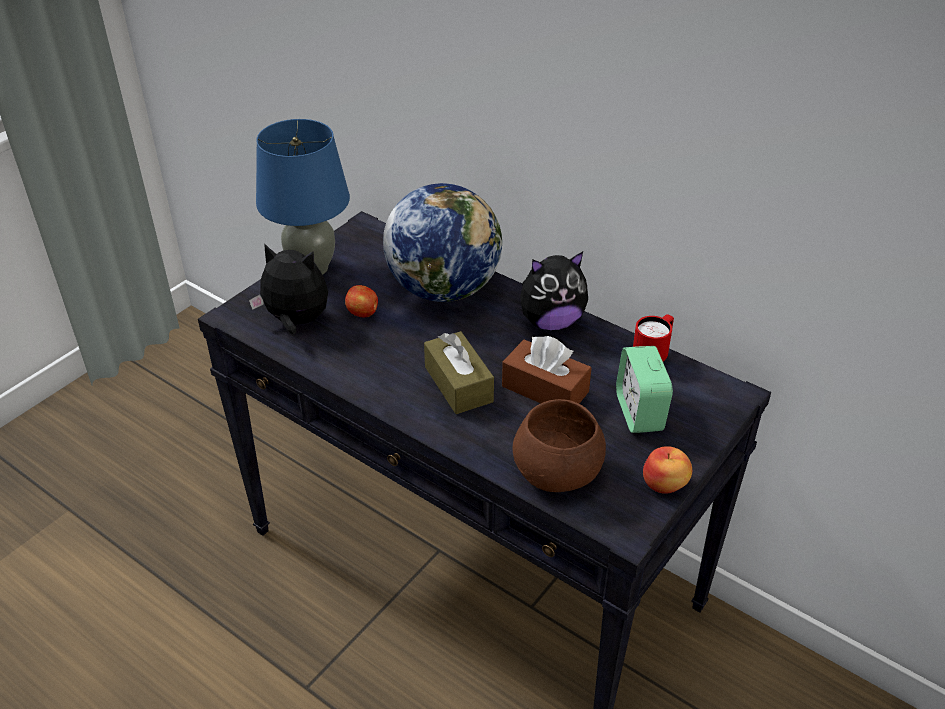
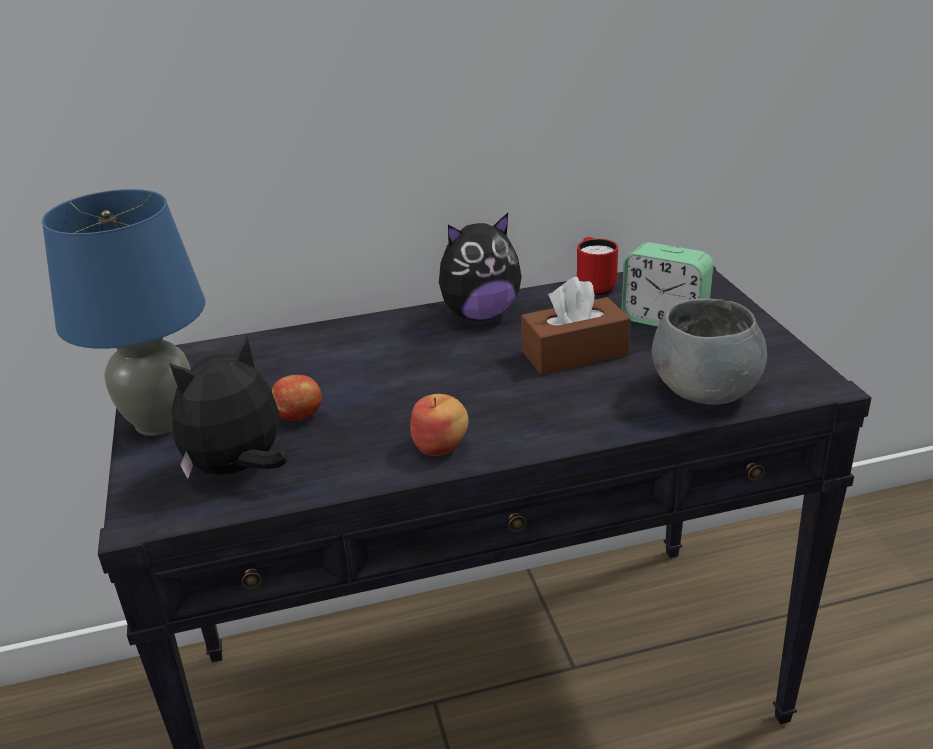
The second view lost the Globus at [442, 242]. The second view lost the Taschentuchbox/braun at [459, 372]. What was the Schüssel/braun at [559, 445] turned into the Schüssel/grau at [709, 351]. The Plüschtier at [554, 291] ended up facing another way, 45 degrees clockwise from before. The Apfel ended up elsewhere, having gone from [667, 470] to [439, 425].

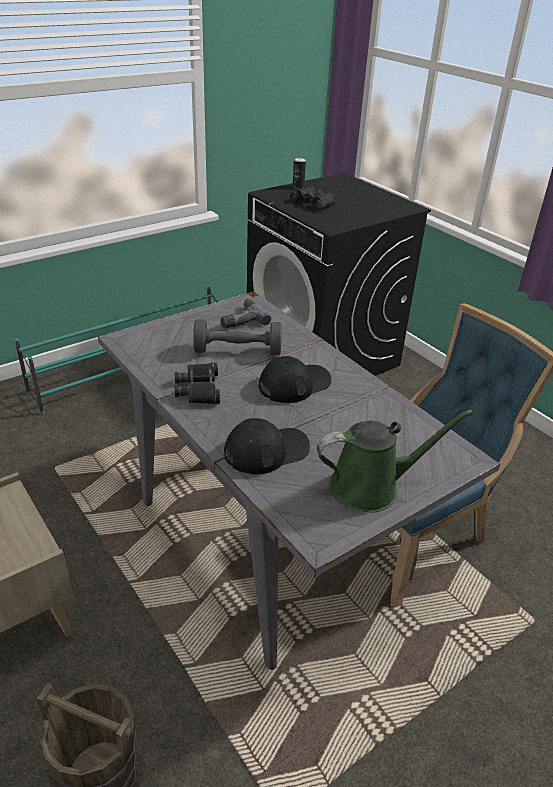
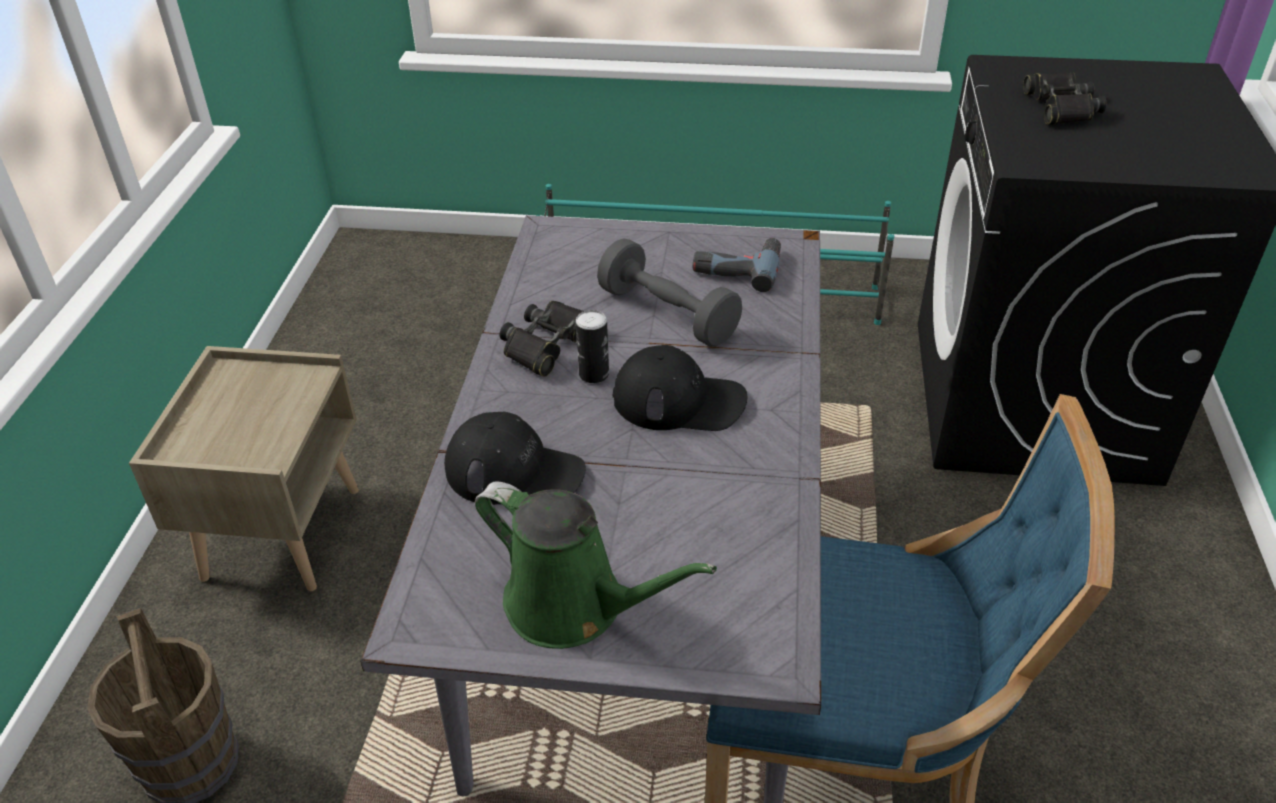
The Dose ended up elsewhere, having gone from [299, 173] to [592, 346].

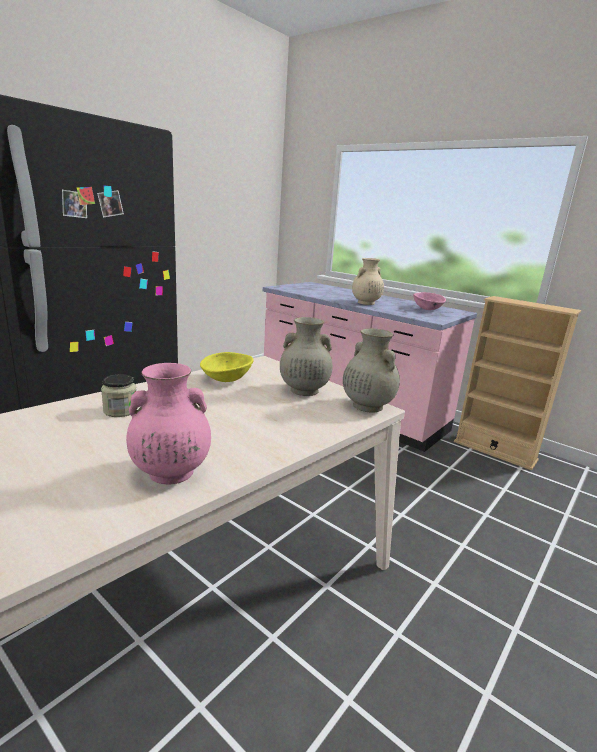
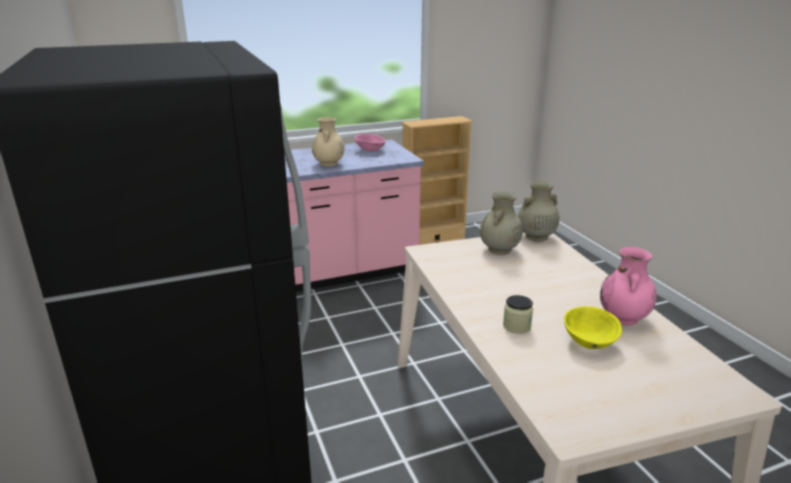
The Schüssel/gelb ended up elsewhere, having gone from [227, 367] to [593, 327].

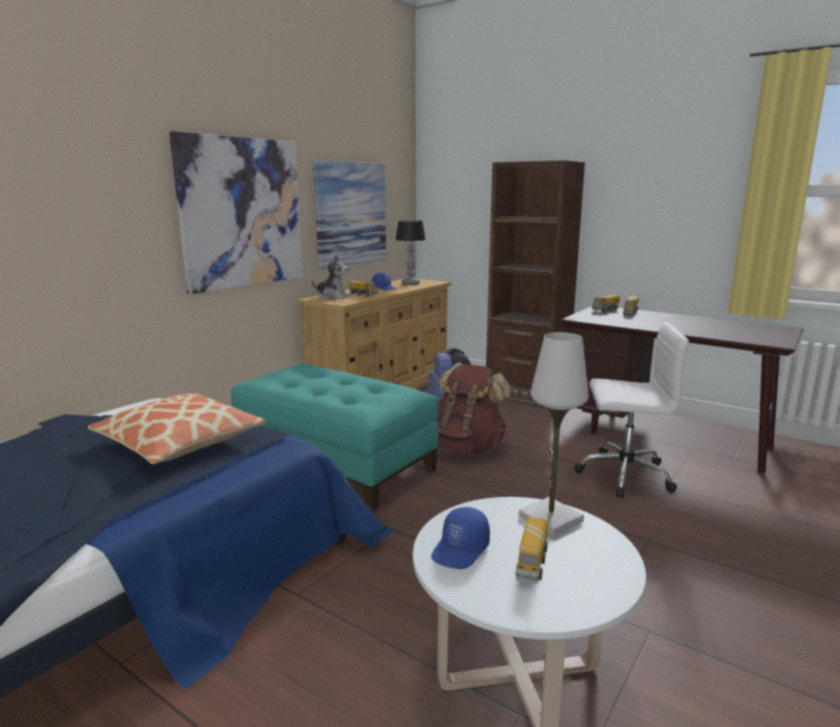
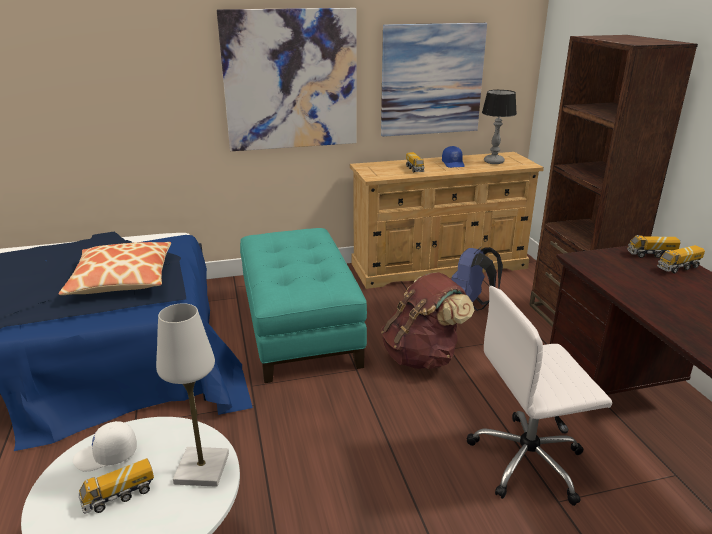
The second view lost the Plüschtier at [331, 277]. What was the Kappe/blau at [460, 538] turned into the Kappe/weiß at [105, 446]. The Bürostuhl/weiß at [631, 410] ended up facing another way, 120 degrees clockwise from before.

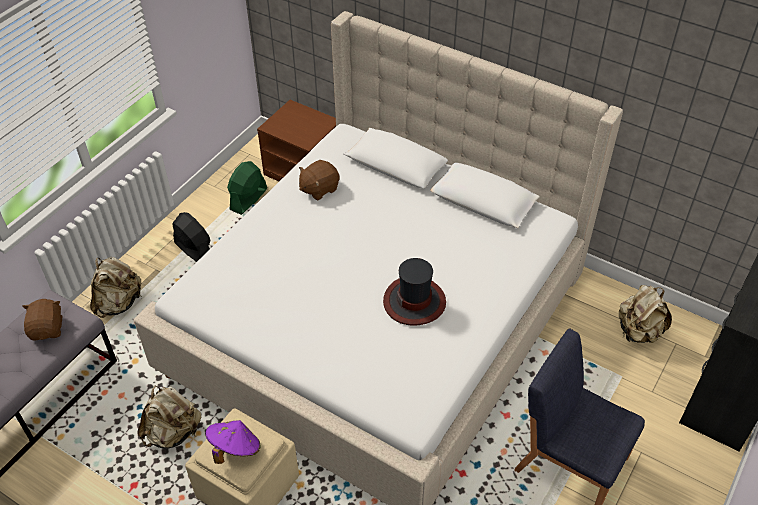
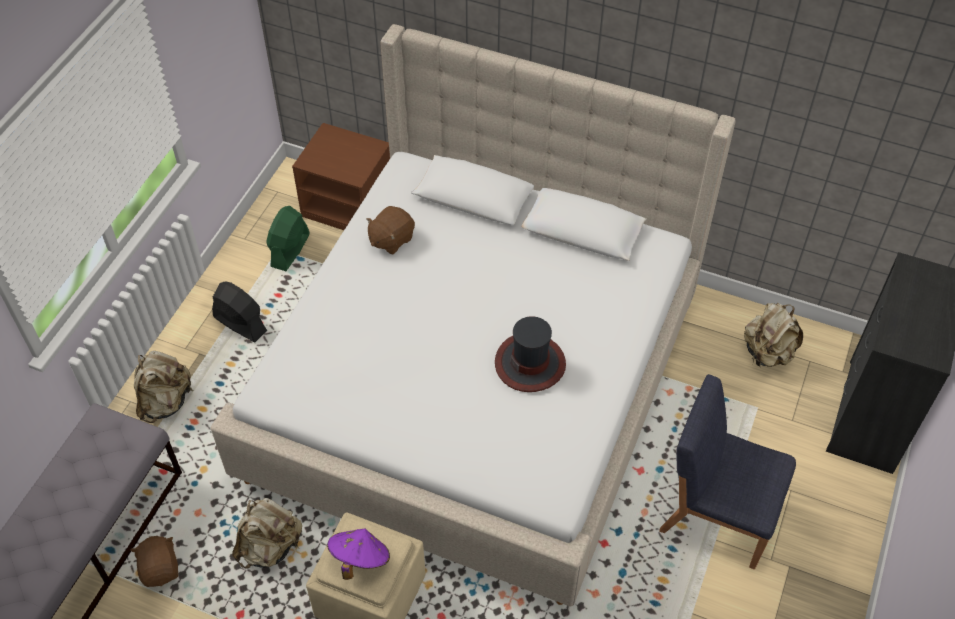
The Plüschtier/braun ended up elsewhere, having gone from [42, 320] to [154, 561].

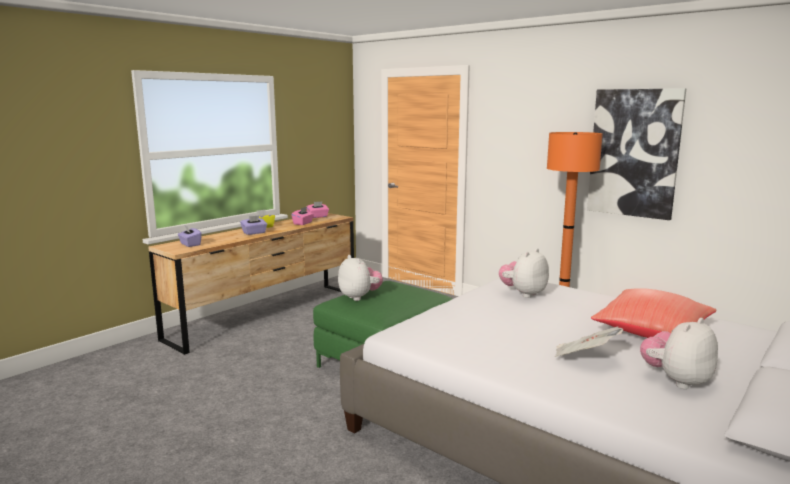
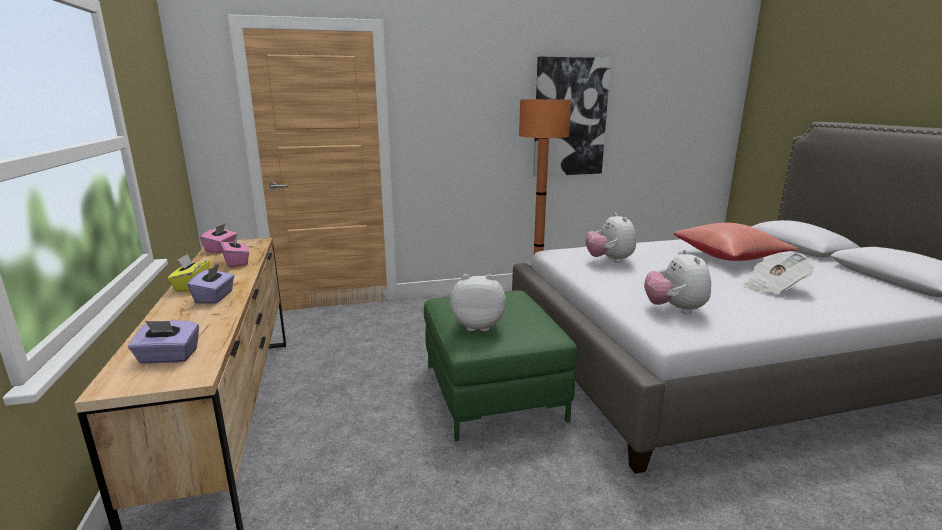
The Plüschtier ended up elsewhere, having gone from [679, 353] to [677, 281].

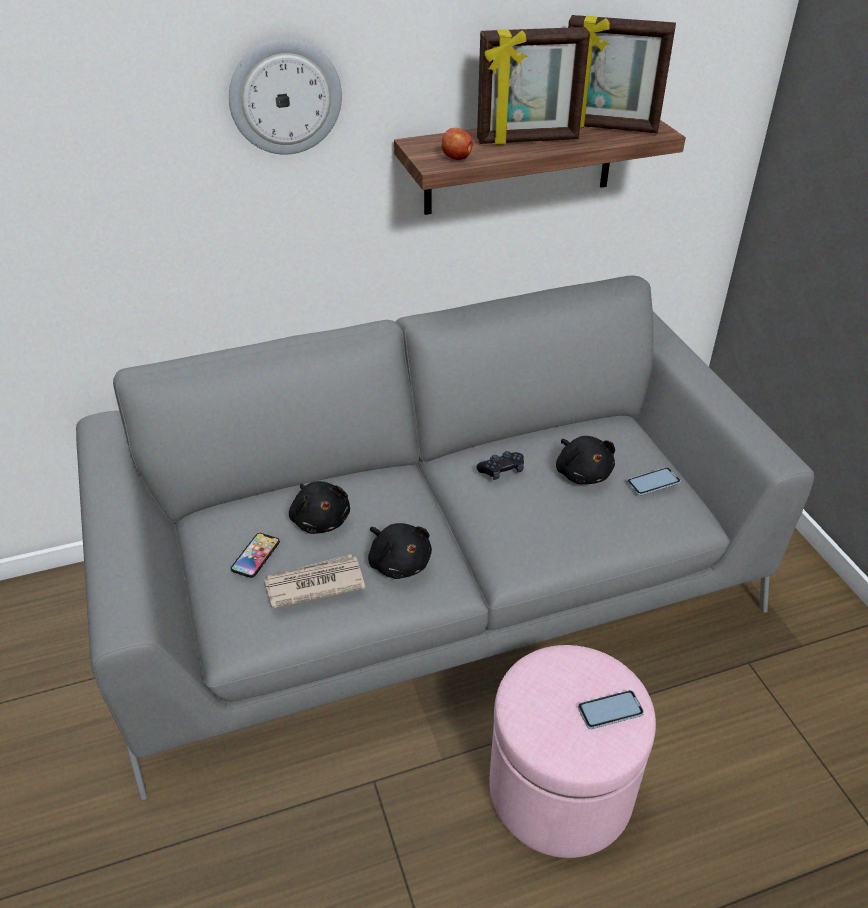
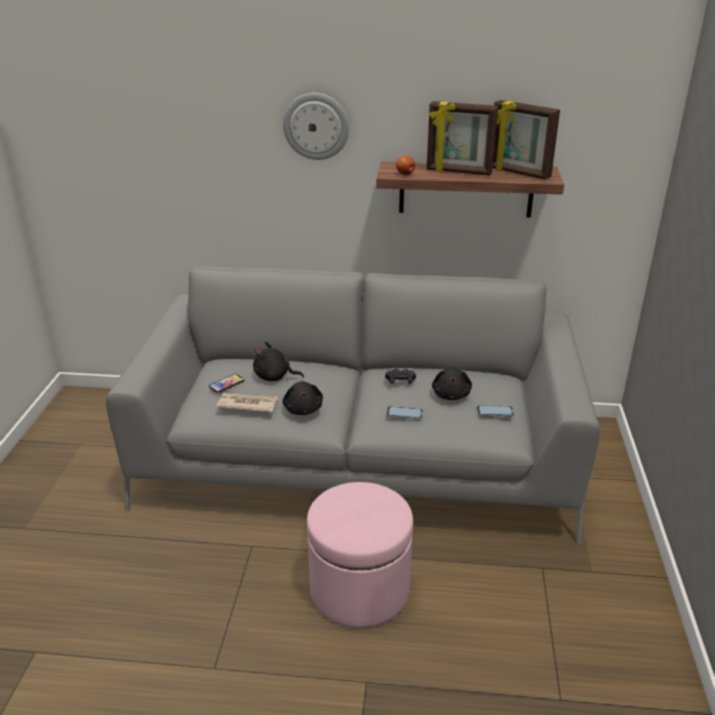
The Plüschtier/schwarz at [319, 507] ended up facing another way, 105 degrees clockwise from before. The Handy ended up elsewhere, having gone from [611, 709] to [404, 413].

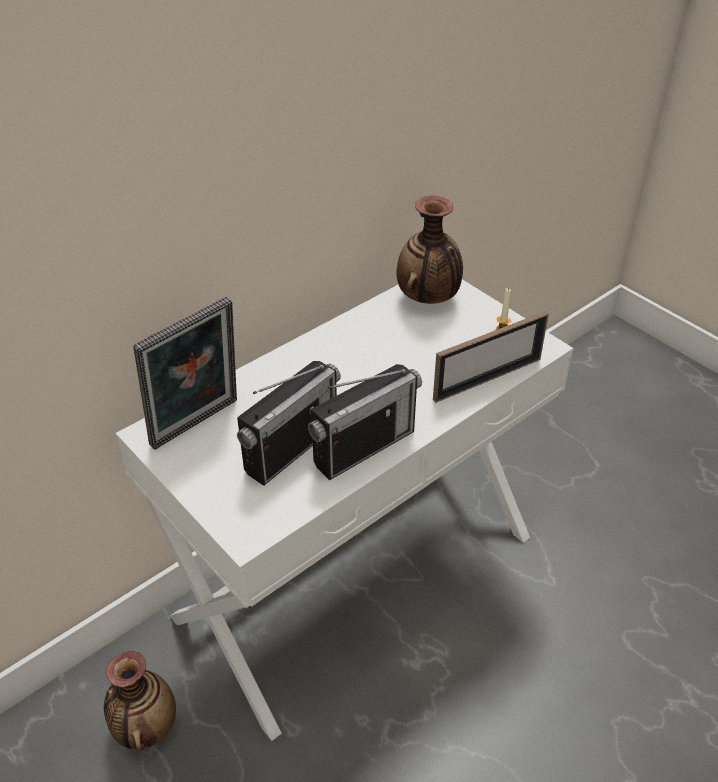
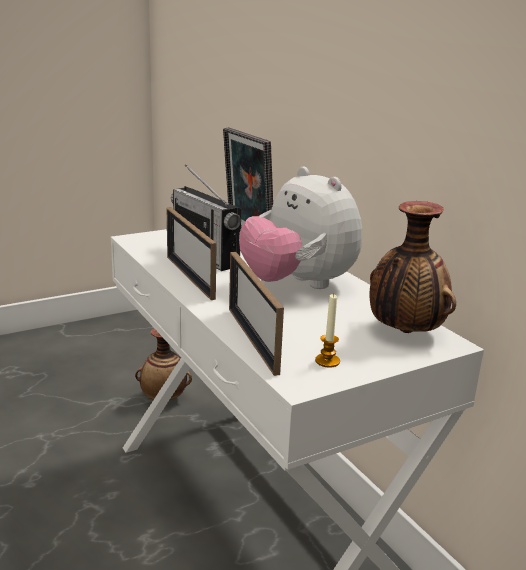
Where the Radio stood at [365, 422], the Bilderrahmen came to stand at [192, 253]. The second view gained the Plüschtier at [300, 228].

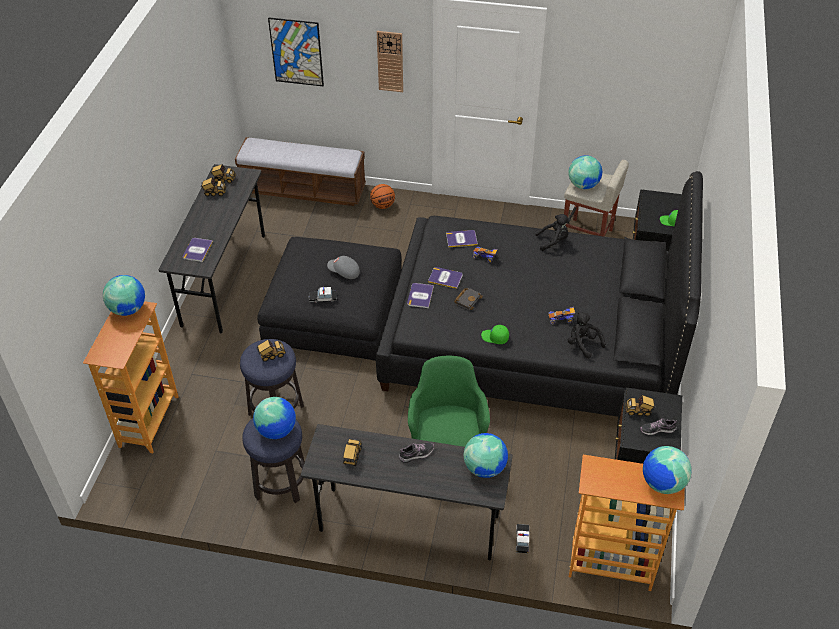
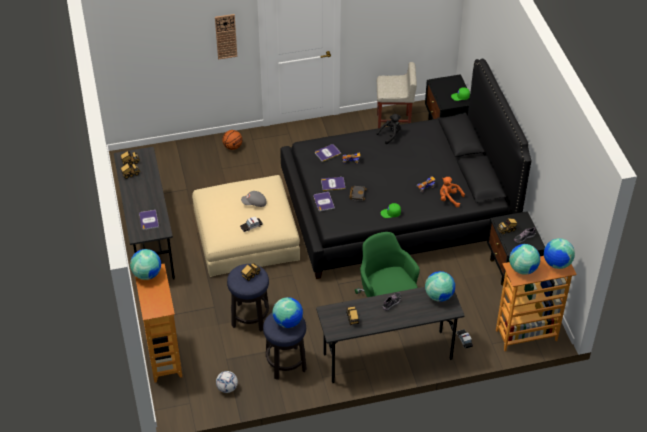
The second view lost the Bank at [300, 171]. What was the Polsterhocker/schwarz at [329, 299] turned into the Polsterhocker/beige at [246, 226]. The second view lost the Bild at [296, 52]. What was the Plüschtier/schwarz at [587, 335] turned into the Plüschtier/orange at [452, 192]. The Globus ended up elsewhere, having gone from [585, 172] to [524, 259]. The second view gained the Fußball at [227, 382].

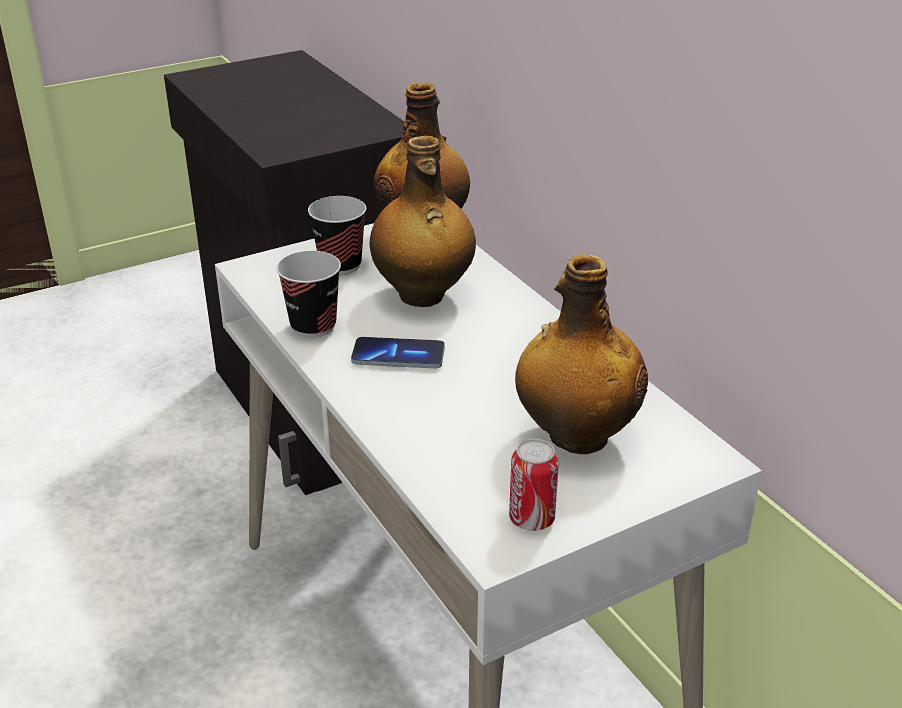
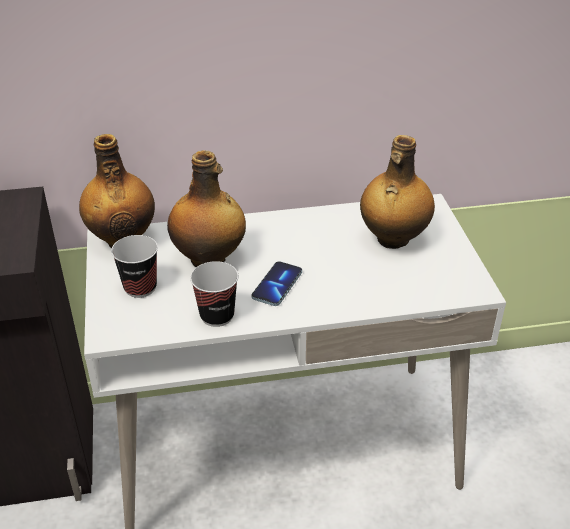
The second view lost the Dose at [534, 485].

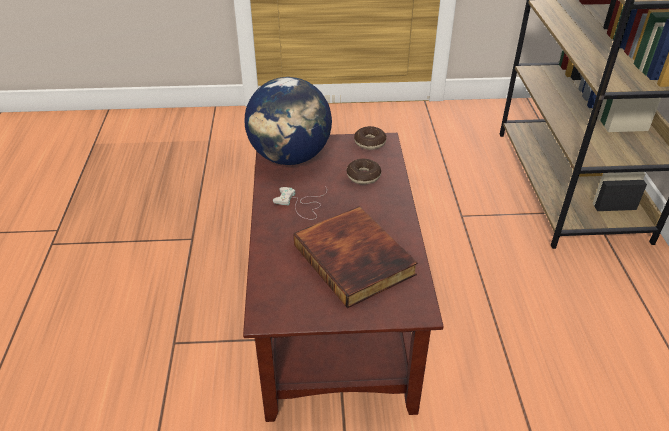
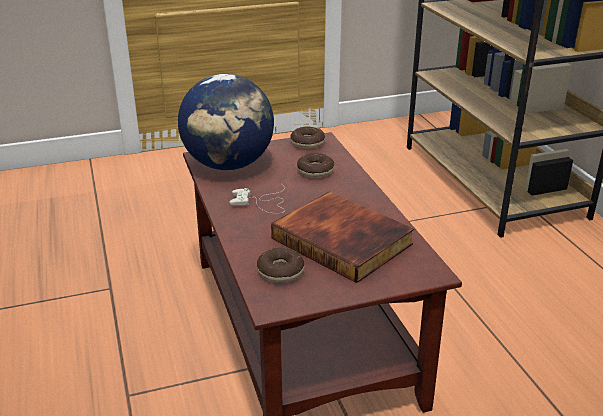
The second view gained the Donut at [280, 265].

